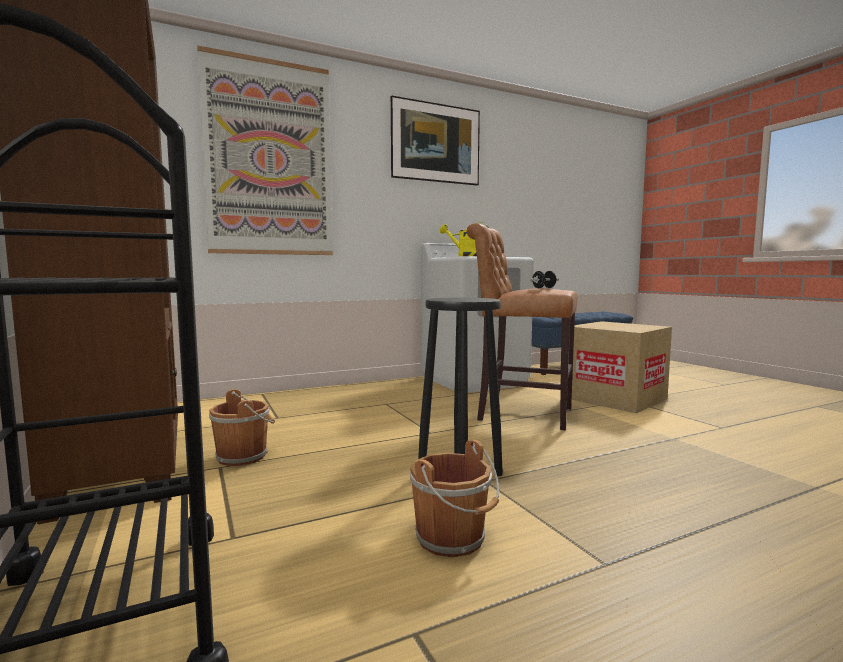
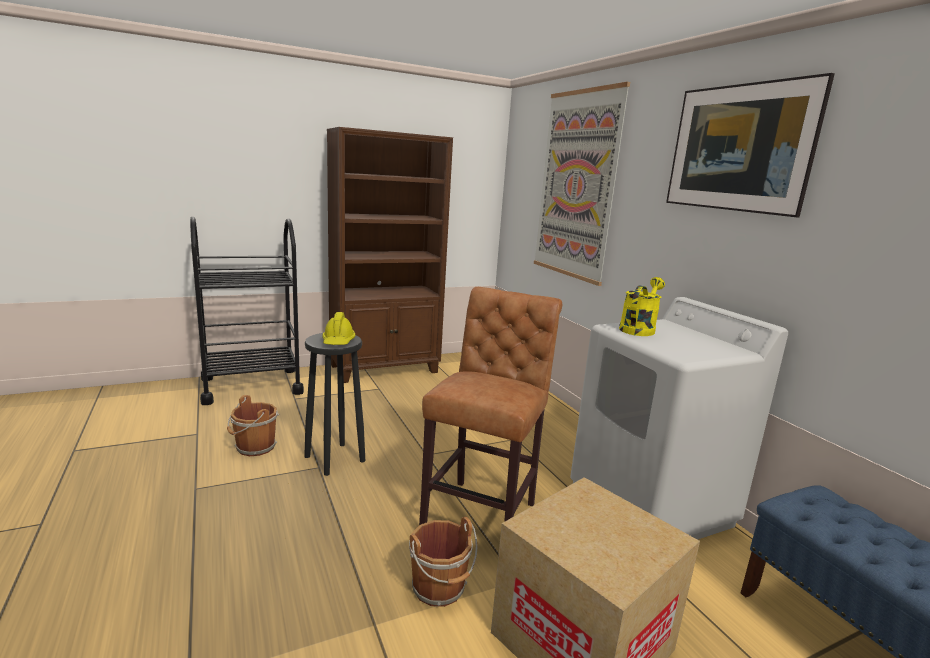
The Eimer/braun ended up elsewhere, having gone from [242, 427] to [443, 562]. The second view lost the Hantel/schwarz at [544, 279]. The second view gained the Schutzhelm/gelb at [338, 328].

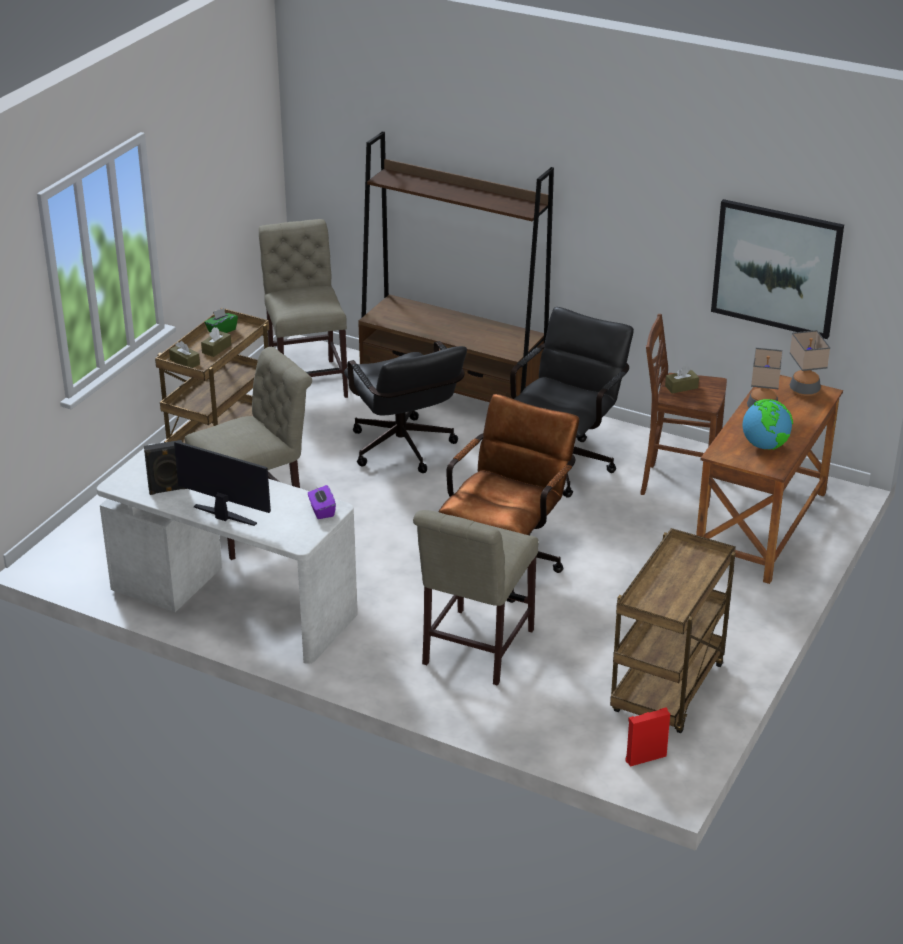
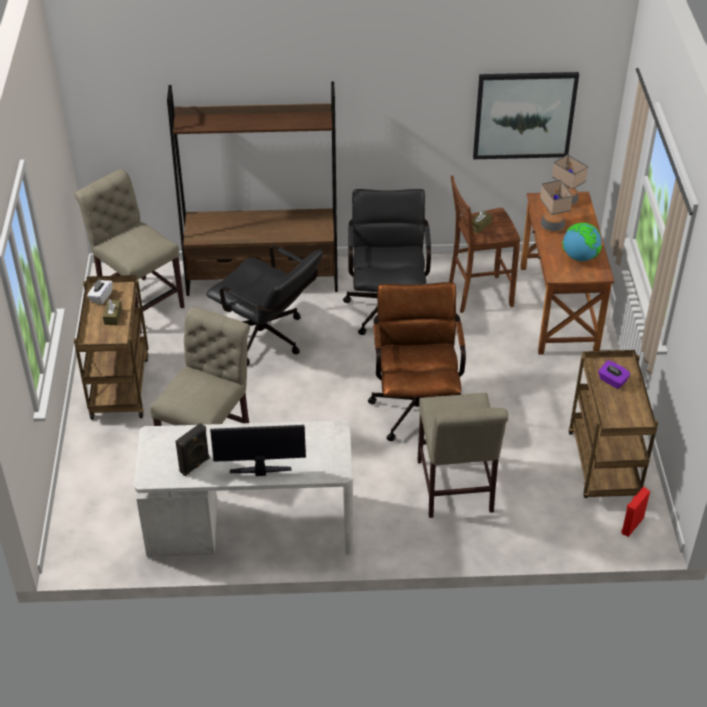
The second view lost the Taschentuchbox/braun at [184, 354]. What was the Taschentuchbox/grün at [221, 320] turned into the Taschentuchbox/weiß at [100, 291]. The Taschentuchbox/lila ended up elsewhere, having gone from [322, 502] to [614, 374].

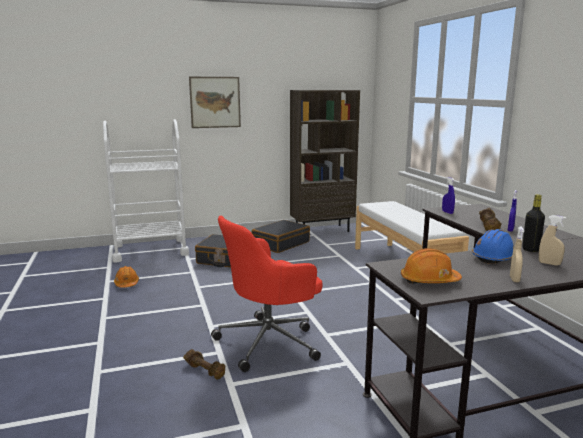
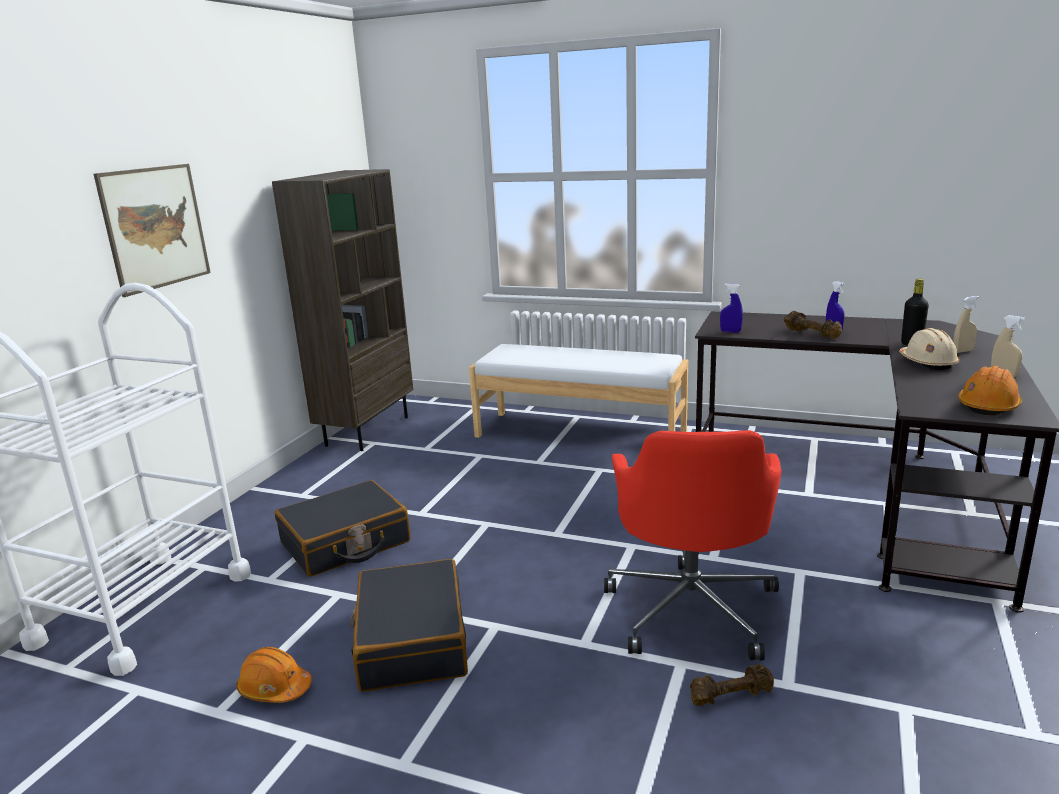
The Koffer/schwarz ended up elsewhere, having gone from [281, 236] to [409, 625]. What was the Schutzhelm/blau at [493, 246] turned into the Schutzhelm/beige at [929, 349].

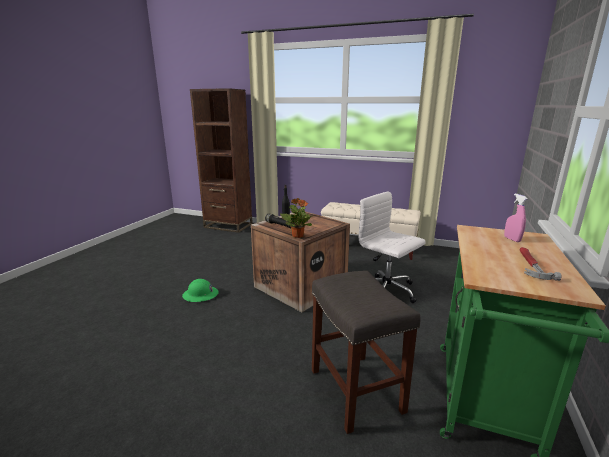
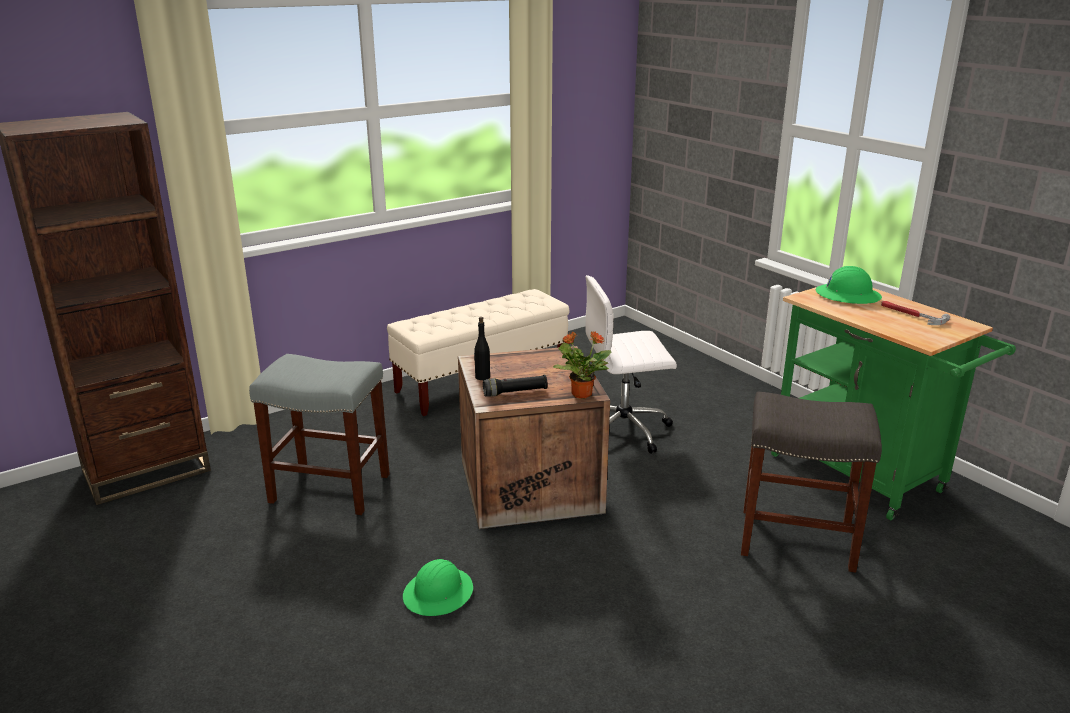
Where the Sprühflasche/rosa stood at [515, 218], the Schutzhelm/grün came to stand at [848, 285]. The second view gained the Hocker/grau at [319, 434].

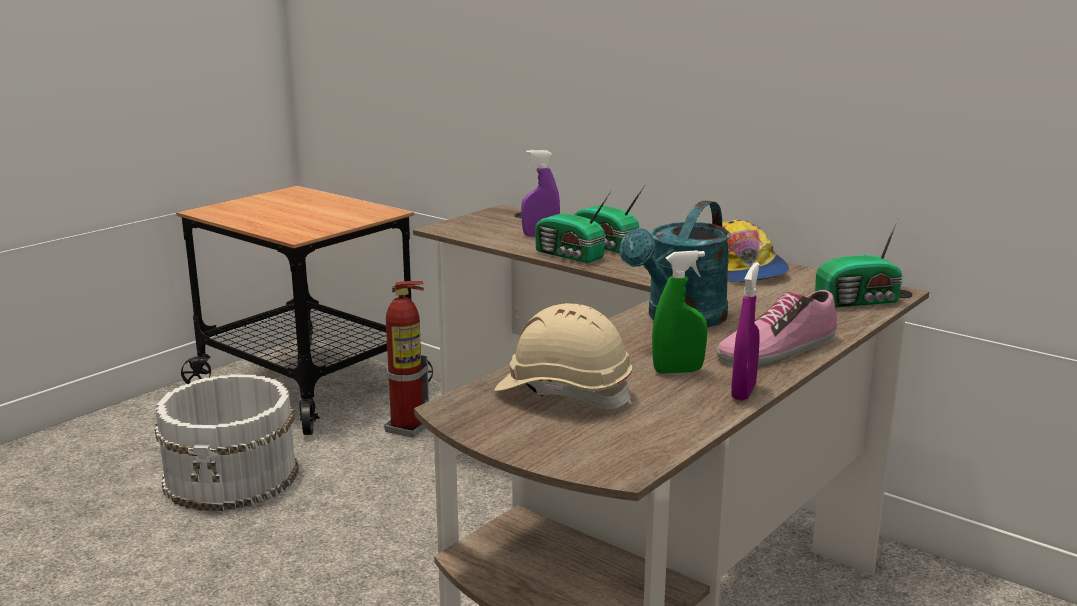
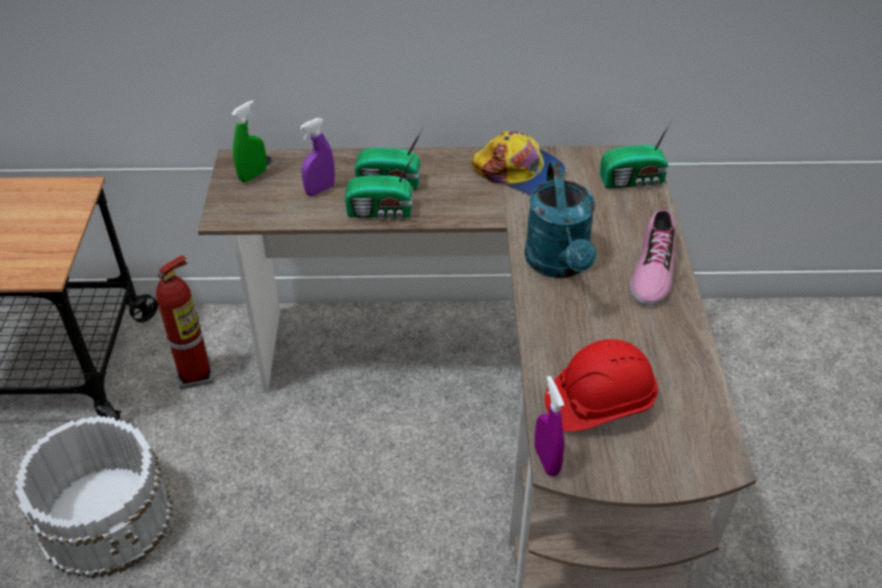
What was the Schutzhelm/beige at [563, 356] turned into the Schutzhelm/rot at [601, 385]. The Sprühflasche/grün ended up elsewhere, having gone from [679, 311] to [249, 141]. The Sprühflasche/lila ended up elsewhere, having gone from [746, 331] to [550, 426]. The Radio at [859, 263] ended up facing another way, 45 degrees clockwise from before.

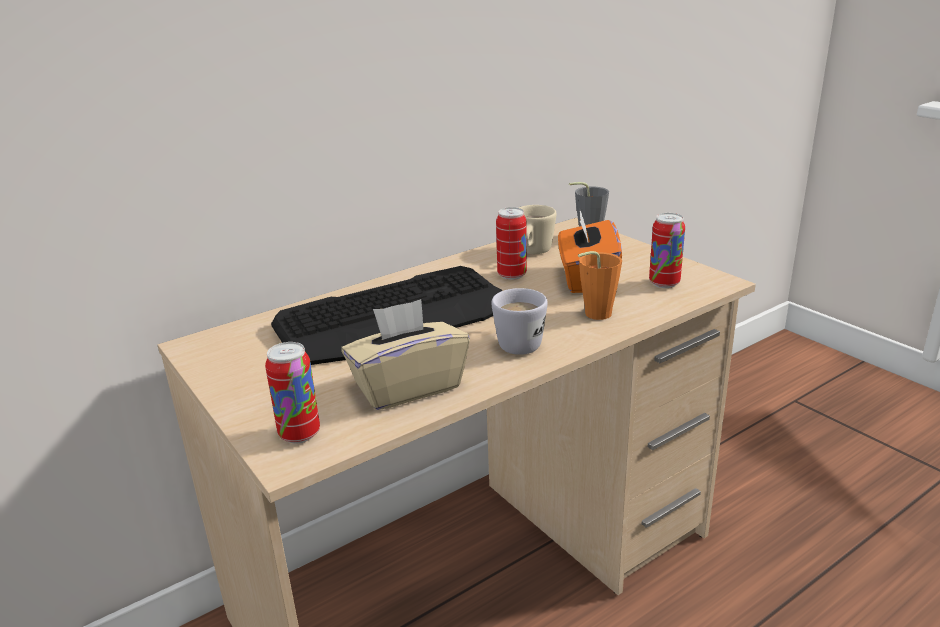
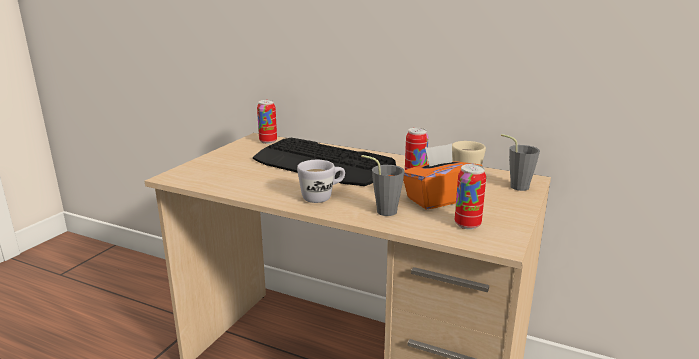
The Dose ended up elsewhere, having gone from [292, 393] to [267, 122]. The second view lost the Taschentuchbox/beige at [405, 354]. What was the Tasse/orange at [600, 285] turned into the Tasse/grau at [382, 185].

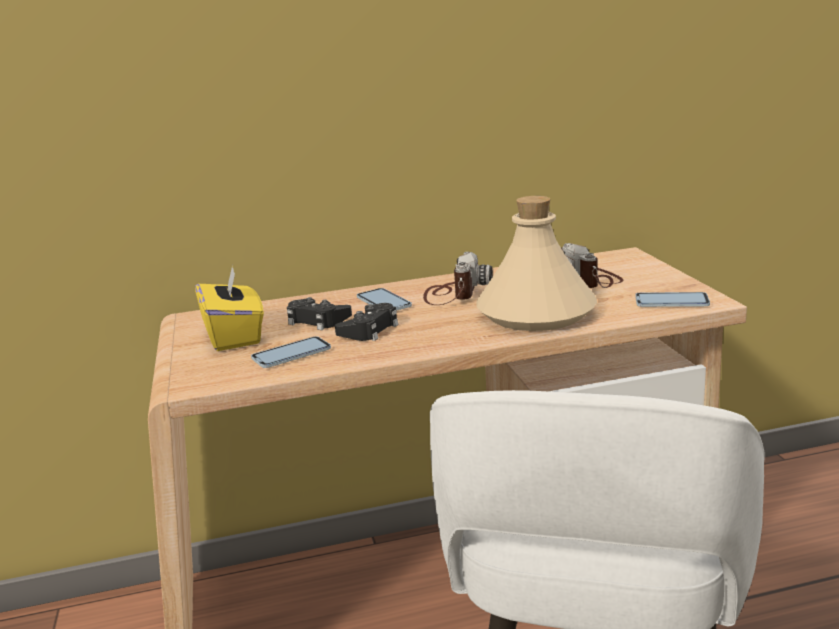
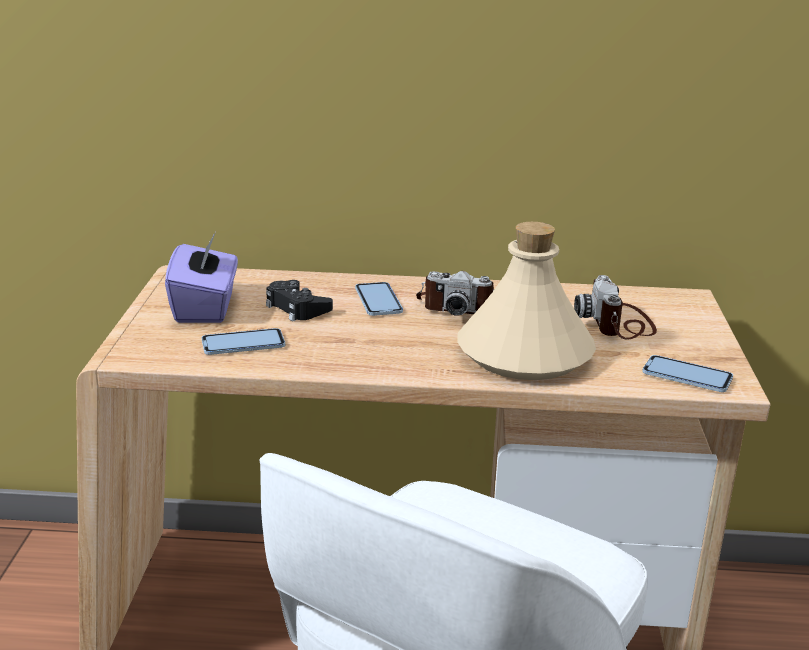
What was the Taschentuchbox/gelb at [229, 307] turned into the Taschentuchbox/lila at [201, 277]. The second view lost the Gamepad/schwarz at [366, 322]. The Kamera at [458, 278] ended up facing another way, 75 degrees clockwise from before.

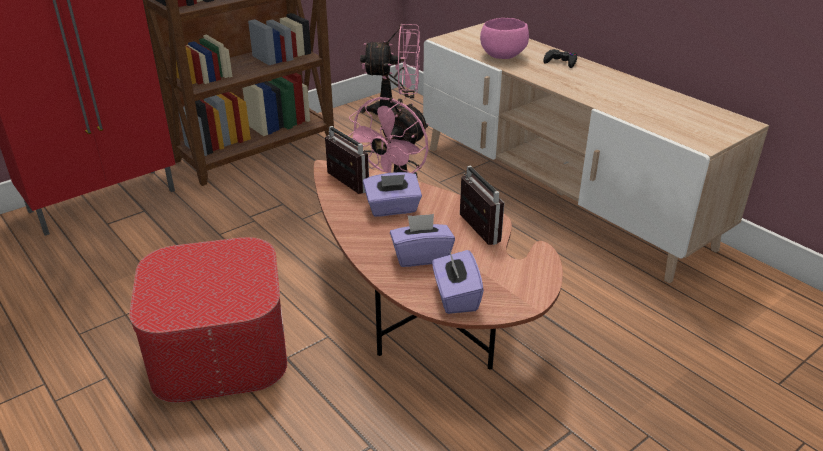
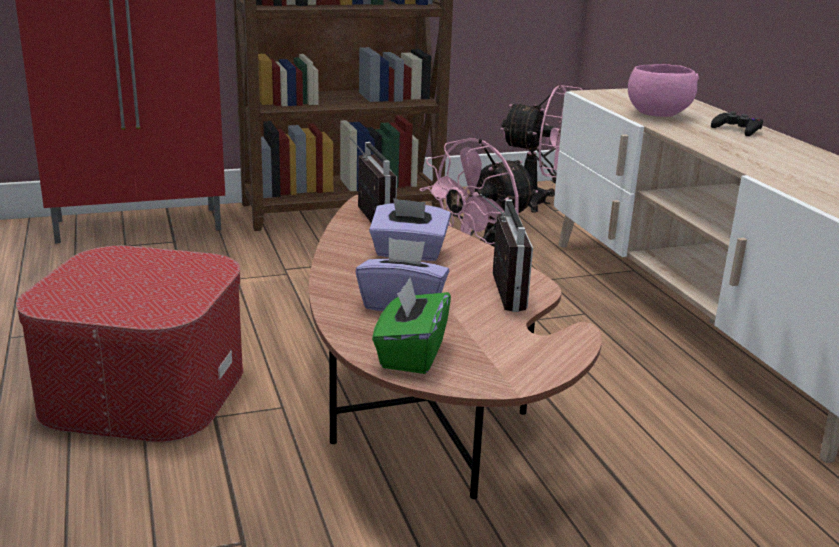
What was the Taschentuchbox/lila at [458, 281] turned into the Taschentuchbox/grün at [411, 326].

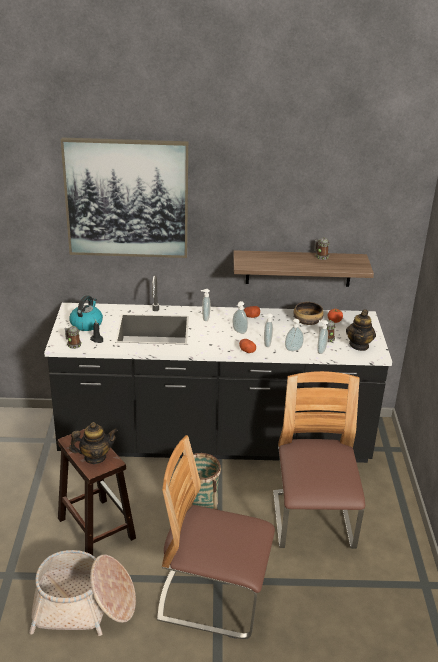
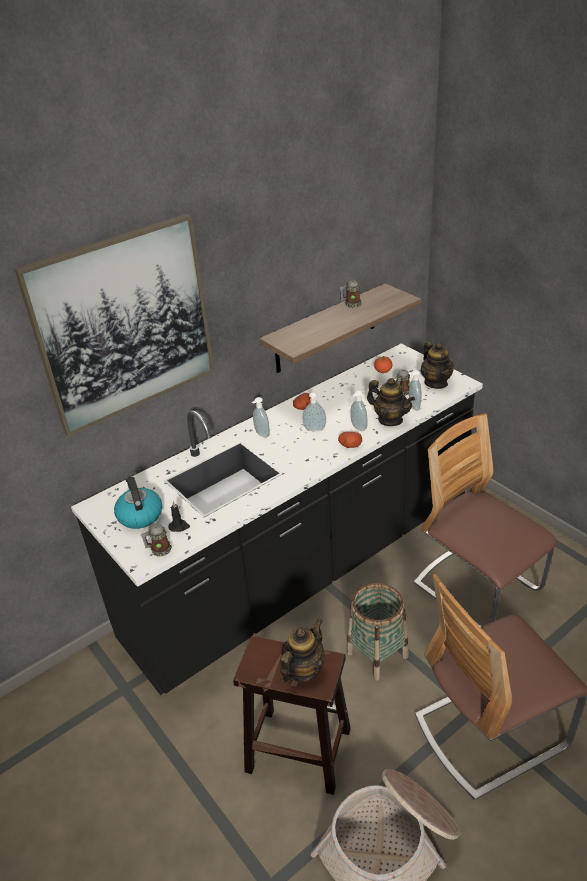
Where the Seifenspender stood at [294, 335], the Teekanne came to stand at [391, 402]. The second view lost the Schüssel at [309, 313].

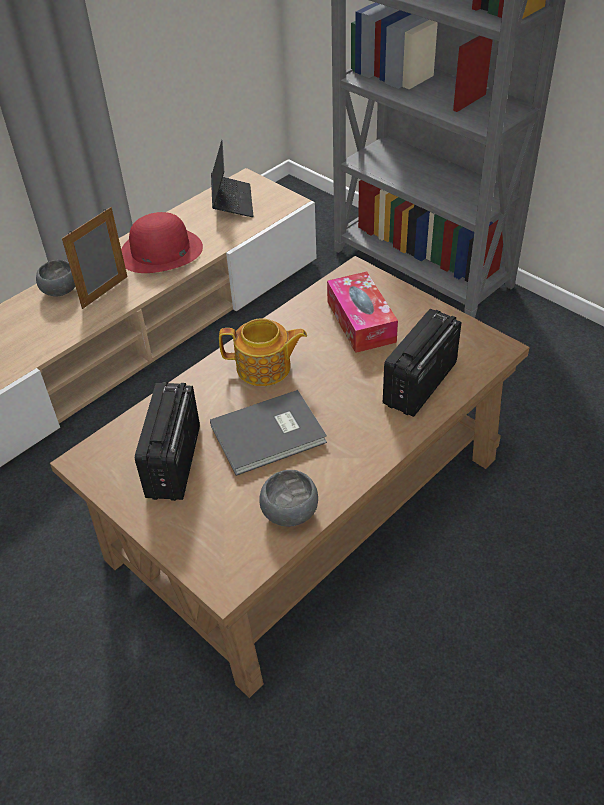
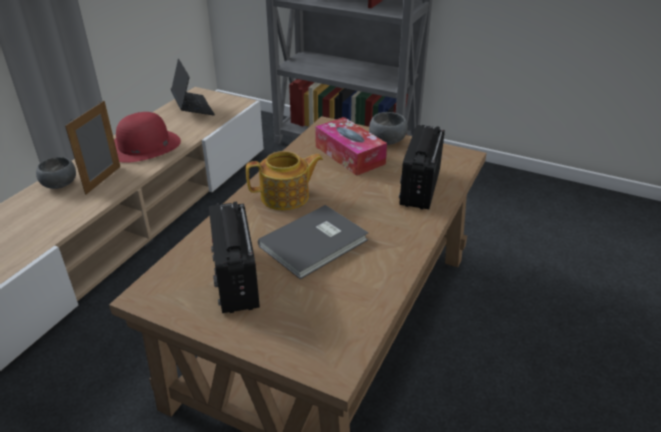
The Schüssel/grau ended up elsewhere, having gone from [288, 498] to [388, 128].

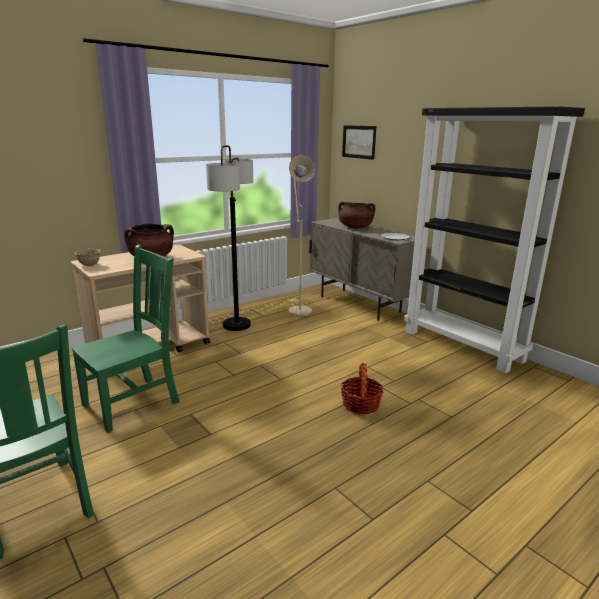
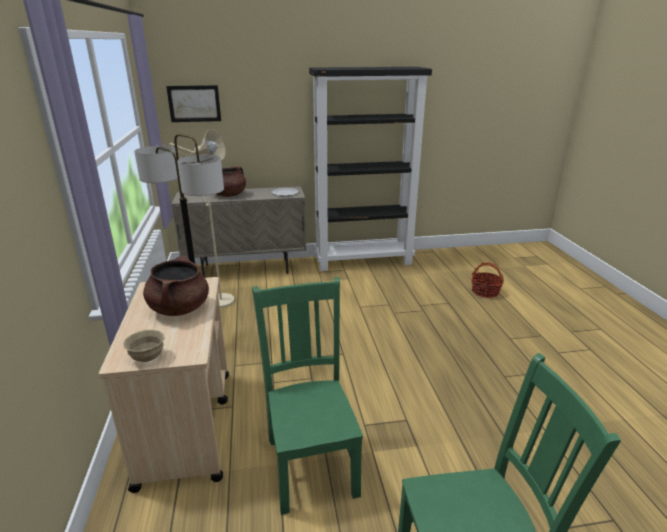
The Korb ended up elsewhere, having gone from [362, 388] to [488, 280].

